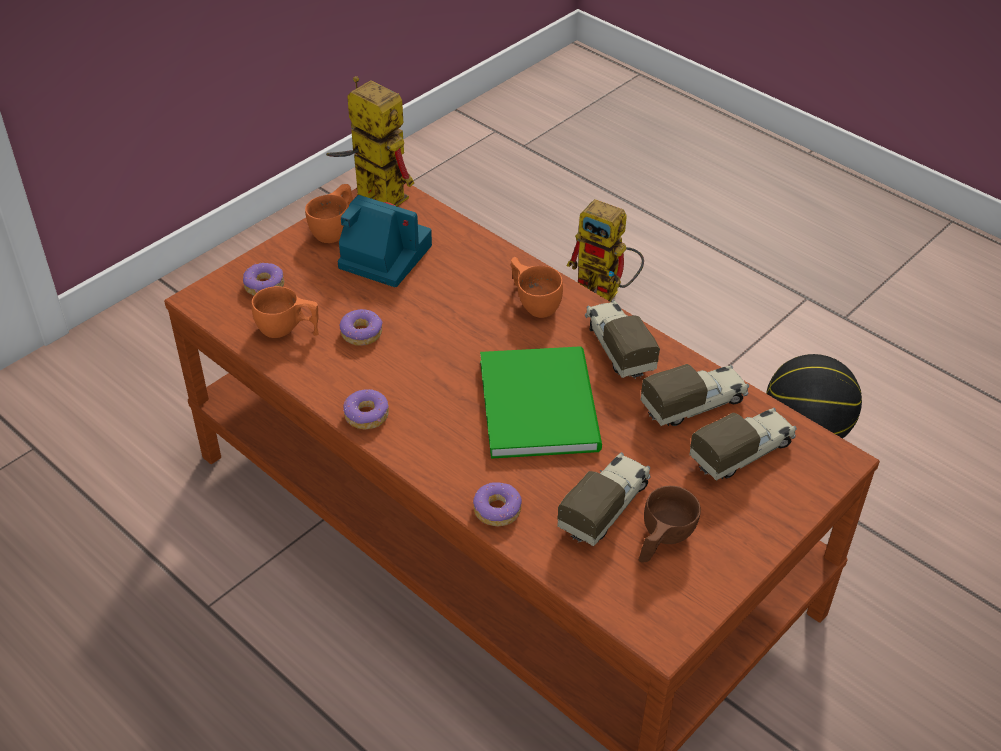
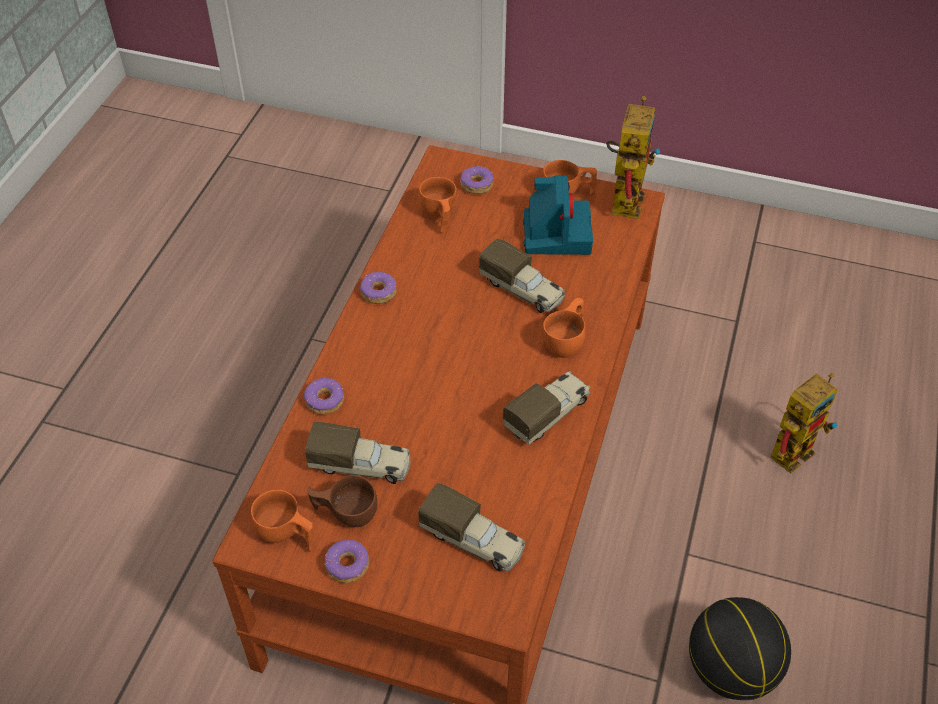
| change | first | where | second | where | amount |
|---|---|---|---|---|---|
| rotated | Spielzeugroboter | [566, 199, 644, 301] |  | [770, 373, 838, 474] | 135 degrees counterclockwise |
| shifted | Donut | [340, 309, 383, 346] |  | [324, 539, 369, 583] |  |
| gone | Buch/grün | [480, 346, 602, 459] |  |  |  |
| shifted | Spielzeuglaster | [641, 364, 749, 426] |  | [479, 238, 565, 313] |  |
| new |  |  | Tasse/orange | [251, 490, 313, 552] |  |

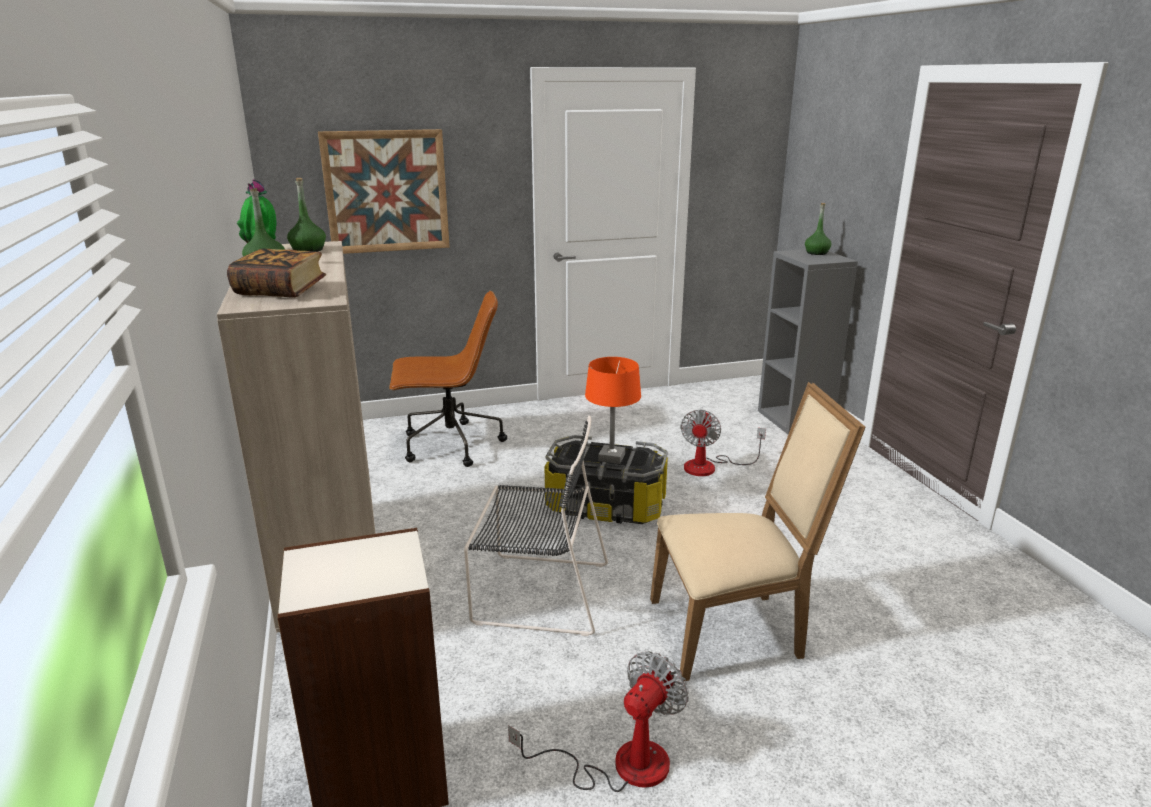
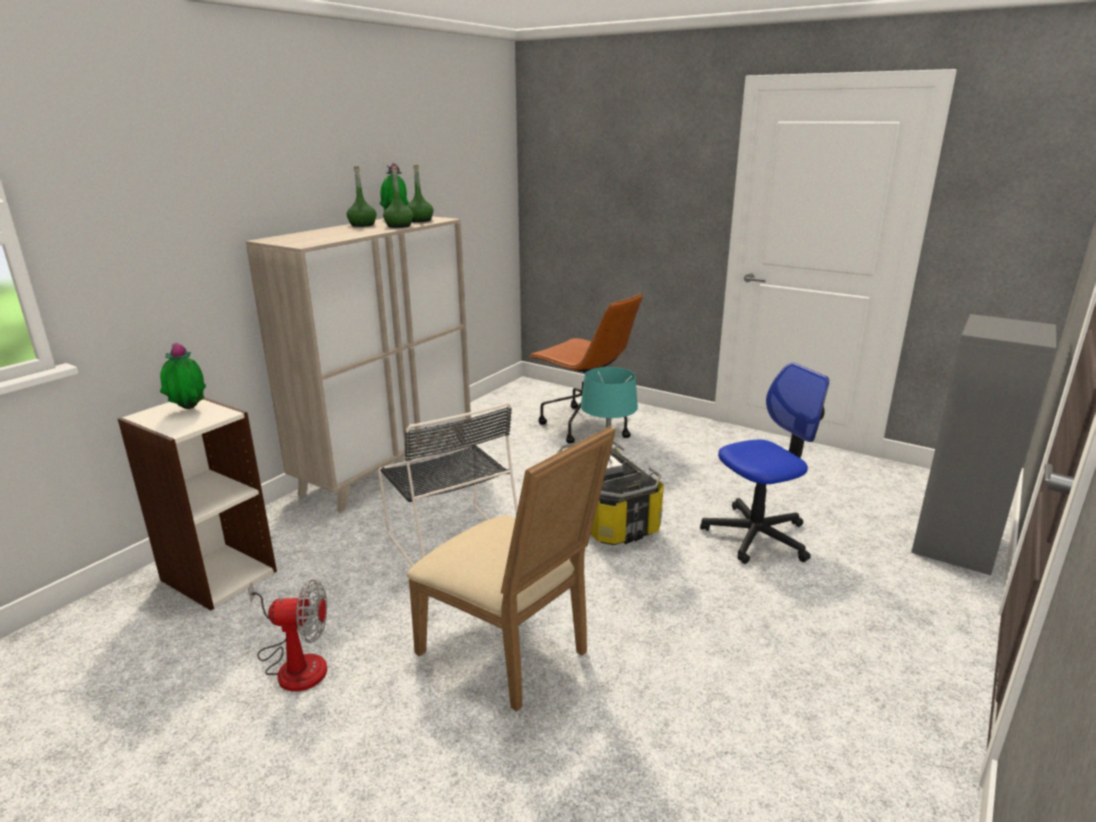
| change | first | where | second | where | amount |
|---|---|---|---|---|---|
| gone | Bild | [318, 129, 450, 254] |  |  |  |
| shifted | Flasche/grün | [805, 203, 832, 255] |  | [383, 167, 413, 228] |  |
| gone | Buch | [227, 248, 326, 298] |  |  |  |
| repainted | Tischlampe/orange | [585, 357, 641, 464] | Tischlampe/türkis | [581, 367, 638, 476] |  |
| swapped | Ventilator | [680, 410, 766, 476] | Bürostuhl | [700, 362, 829, 564] |  |
| new |  |  | Topfpflanze | [160, 343, 206, 409] |  |

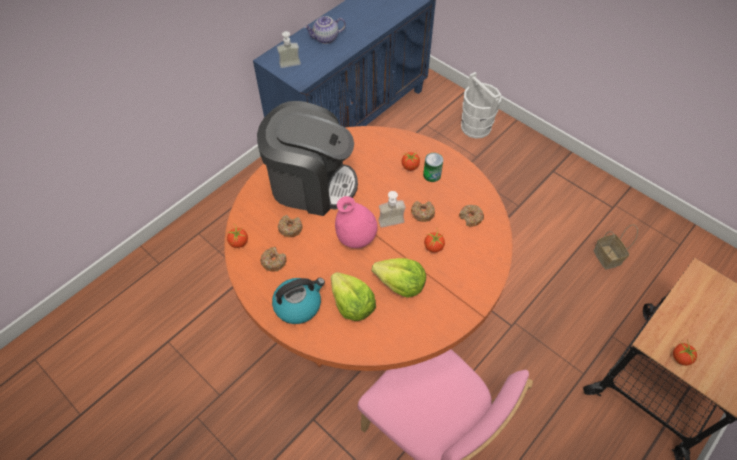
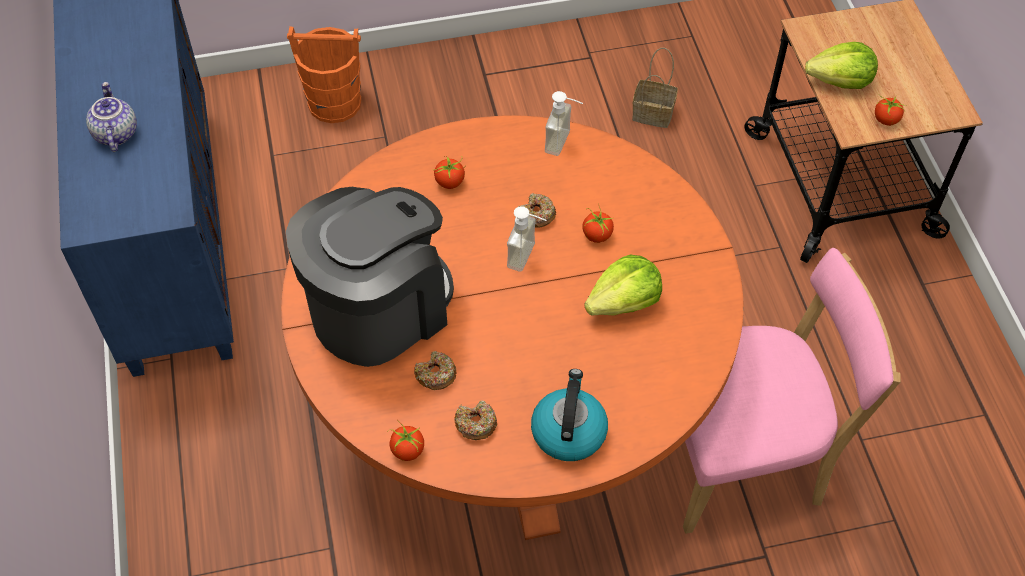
| change | first | where | second | where | amount |
|---|---|---|---|---|---|
| rotated | Teekanne | [304, 16, 346, 44] |  | [86, 82, 137, 152] | 150 degrees clockwise |
| shifted | Seifenspender | [277, 31, 301, 68] |  | [545, 91, 583, 156] |  |
| repainted | Eimer/weiß | [461, 72, 501, 139] | Eimer/orange | [287, 26, 361, 123] |  |
| gone | Dose | [423, 153, 443, 182] |  |  |  |
| gone | Vase/rosa | [335, 196, 378, 248] |  |  |  |
| gone | Donut | [459, 205, 484, 227] |  |  |  |
| shifted | Salatkopf | [331, 272, 376, 321] |  | [805, 42, 878, 89] |  |

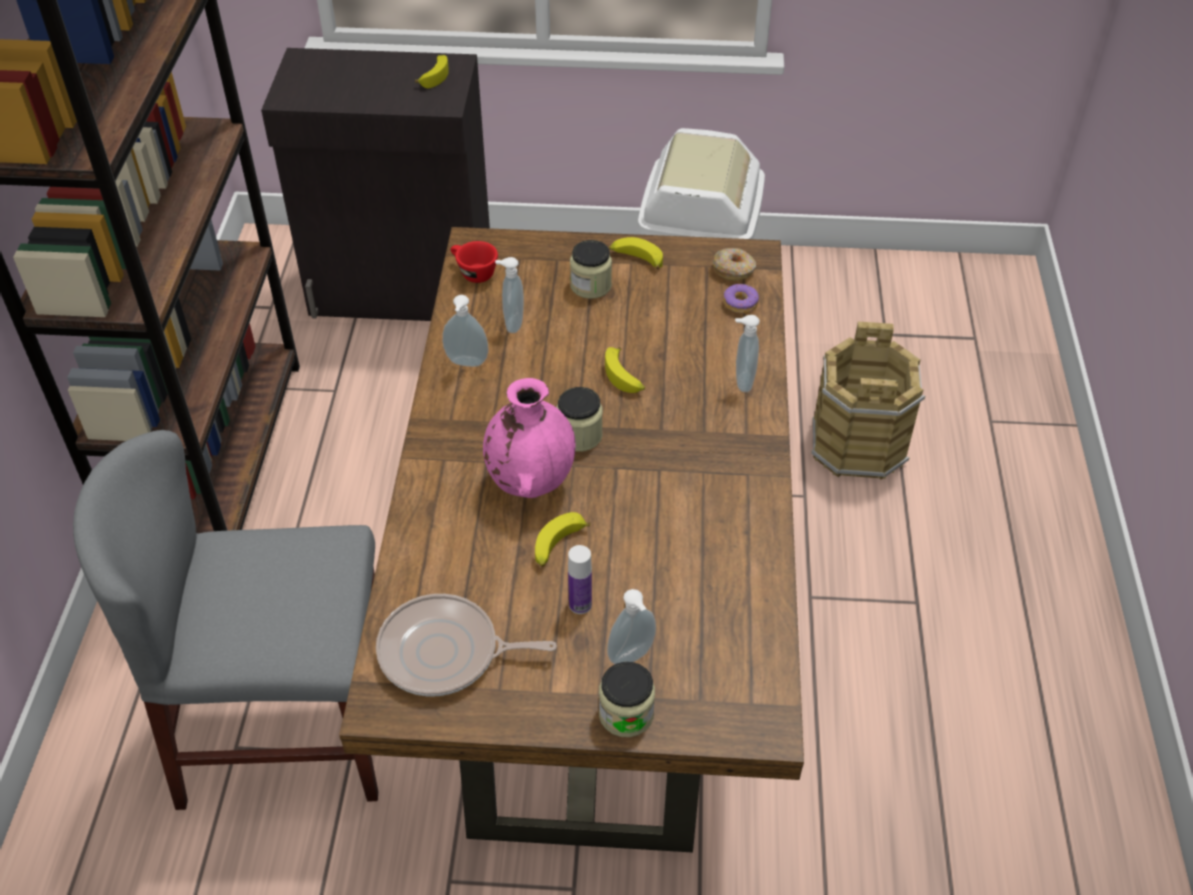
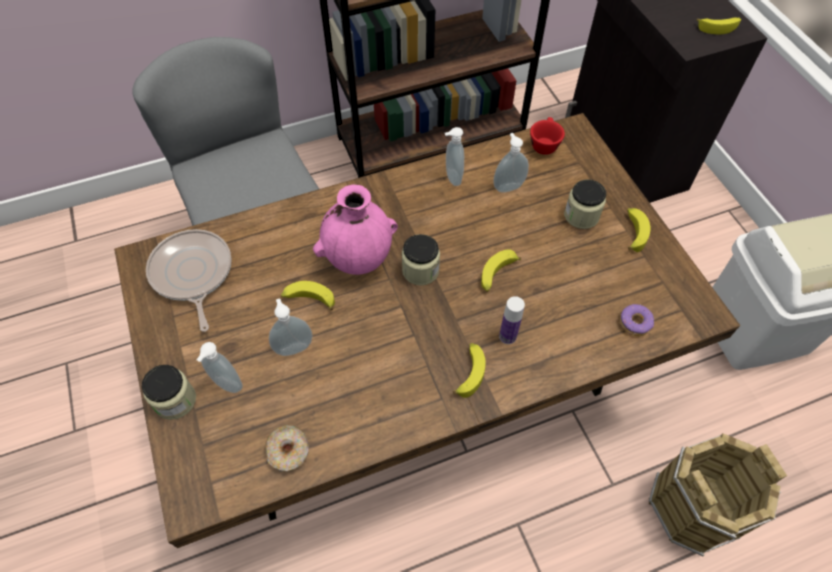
| change | first | where | second | where | amount |
|---|---|---|---|---|---|
| shifted | Donut | [712, 248, 756, 281] |  | [265, 425, 309, 472] |  |
| shifted | Seifenspender | [735, 315, 760, 392] |  | [269, 298, 312, 356] |  |
| shifted | Flasche | [568, 545, 592, 614] |  | [499, 296, 525, 344] |  |
| new |  |  | Banane | [453, 343, 486, 398] |  |

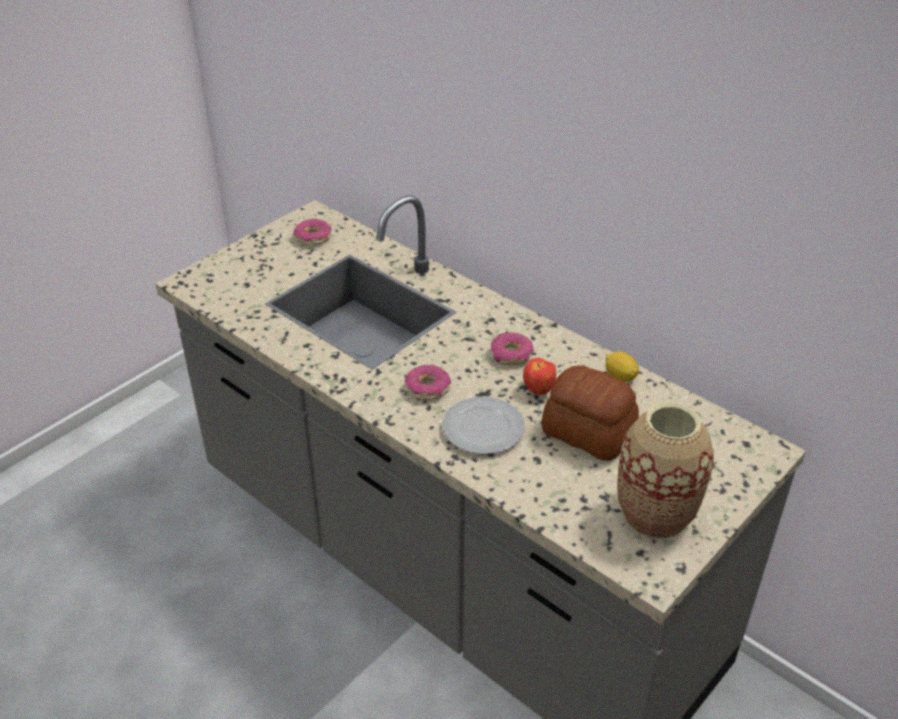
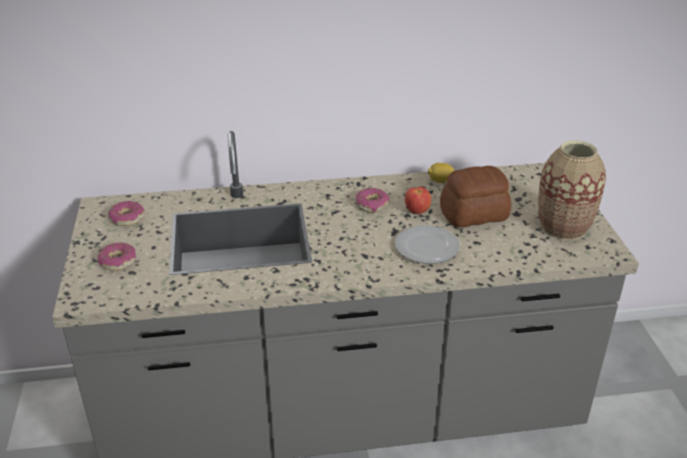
| change | first | where | second | where | amount |
|---|---|---|---|---|---|
| shifted | Donut | [404, 365, 451, 400] |  | [98, 242, 136, 271] |  |

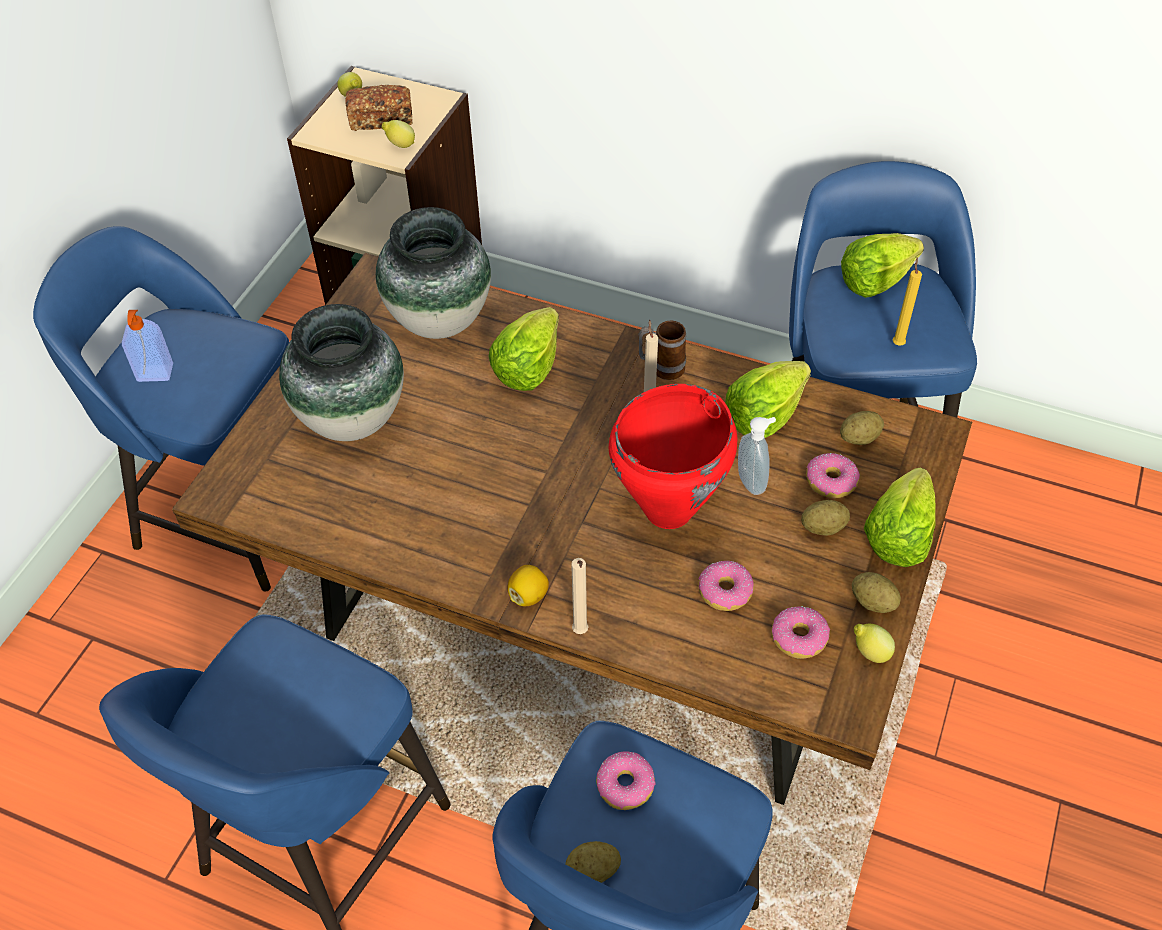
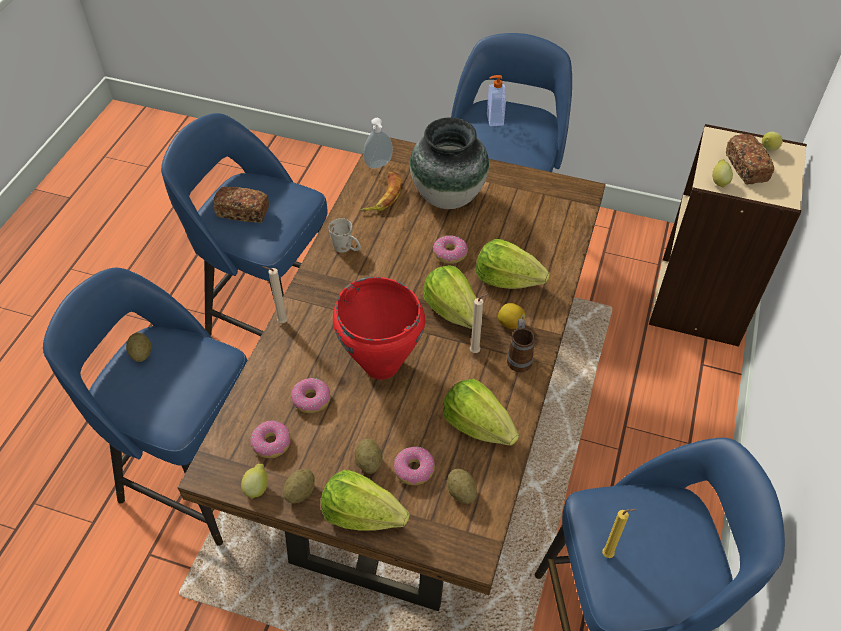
| change | first | where | second | where | amount |
|---|---|---|---|---|---|
| gone | Vase | [376, 207, 491, 339] |  |  |  |
| shifted | Salatkopf | [841, 233, 924, 298] |  | [423, 265, 482, 329] |  |
| shifted | Seifenspender | [738, 417, 776, 495] |  | [363, 118, 393, 169] |  |
| shifted | Zitrone | [507, 565, 549, 606] |  | [498, 303, 525, 329] |  |
| shifted | Donut | [596, 751, 656, 810] |  | [433, 235, 468, 264] |  |
| new |  |  | Banane | [360, 172, 401, 211] |  |
| new |  |  | Brot | [213, 186, 269, 223] |  |
| new |  |  | Henkelbecher/weiß | [328, 218, 361, 253] |  |

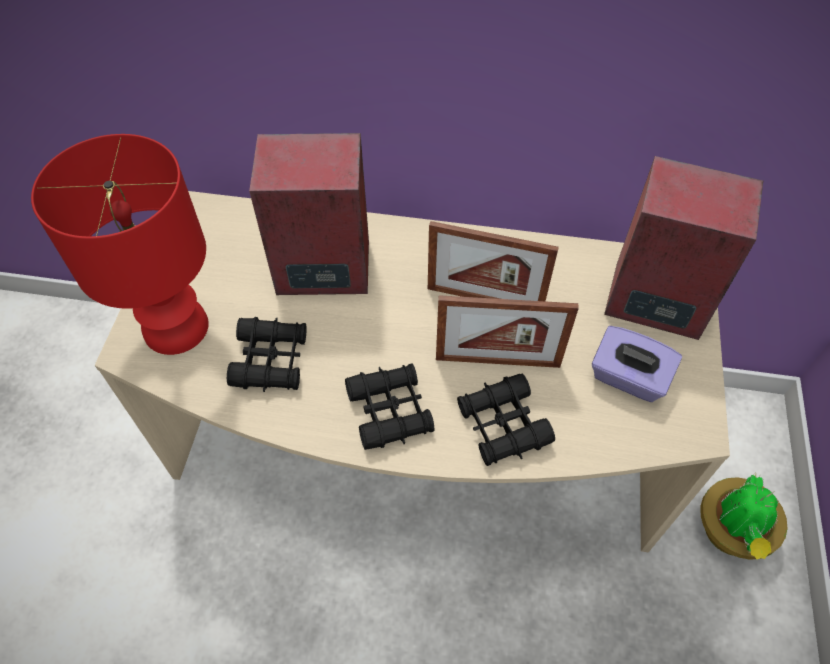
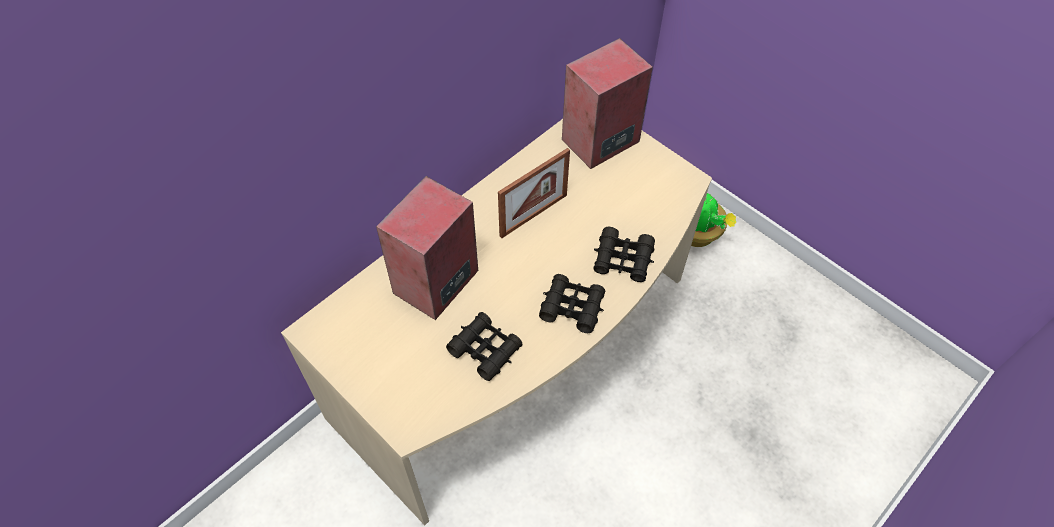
| change | first | where | second | where | amount |
|---|---|---|---|---|---|
| gone | Tischlampe/rot | [31, 134, 209, 355] |  |  |  |
| gone | Bilderrahmen | [436, 295, 579, 368] |  |  |  |
| gone | Taschentuchbox/lila | [592, 326, 682, 402] |  |  |  |

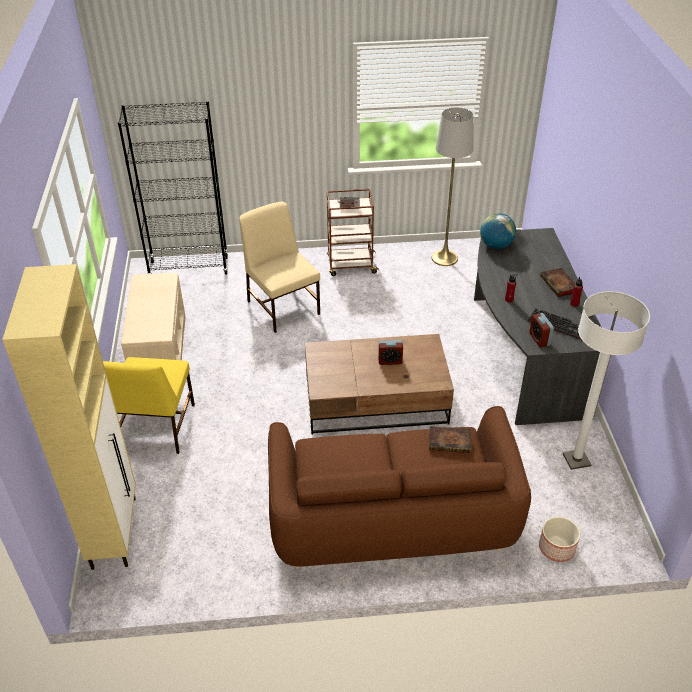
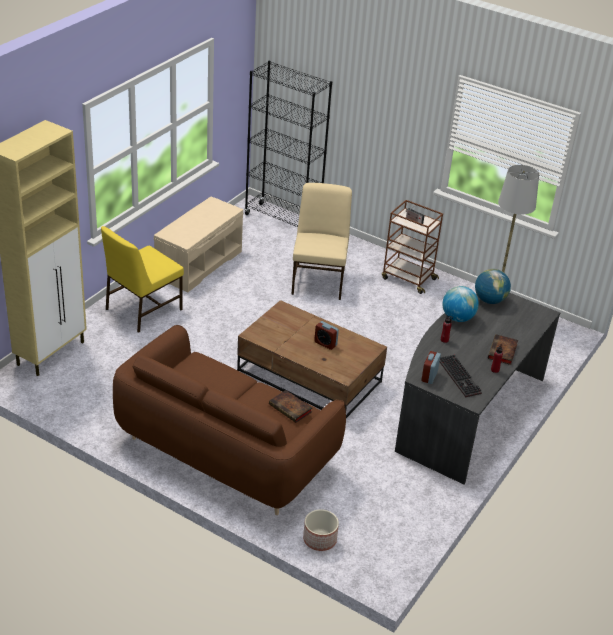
| change | first | where | second | where | amount |
|---|---|---|---|---|---|
| gone | Stehlampe/weiß | [563, 291, 650, 470] |  |  |  |
| new |  |  | Globus | [443, 286, 479, 322] |  |

